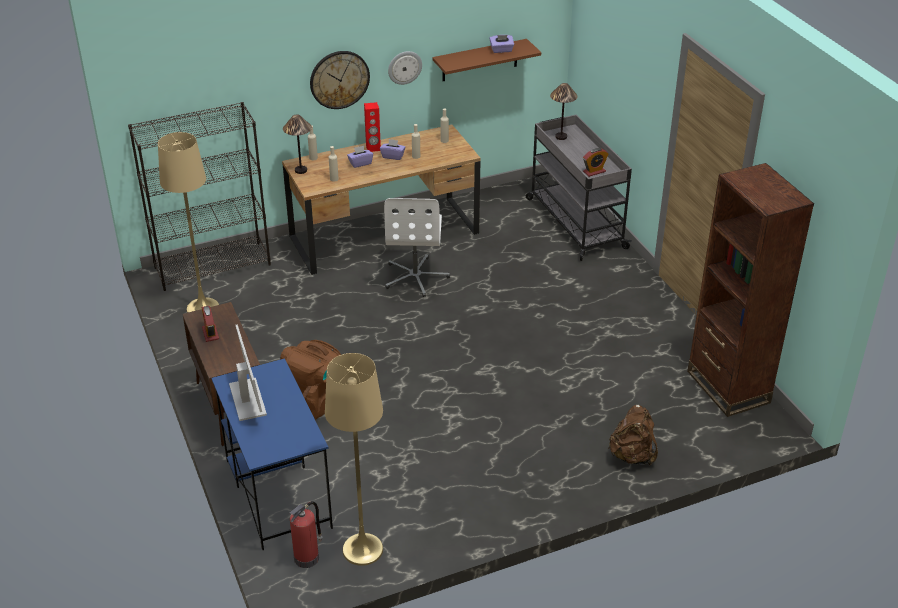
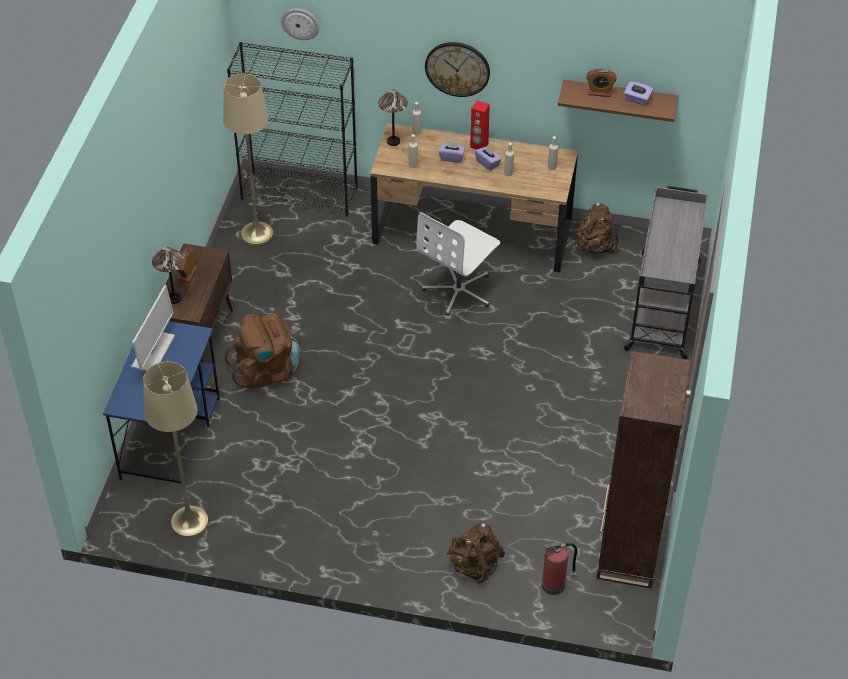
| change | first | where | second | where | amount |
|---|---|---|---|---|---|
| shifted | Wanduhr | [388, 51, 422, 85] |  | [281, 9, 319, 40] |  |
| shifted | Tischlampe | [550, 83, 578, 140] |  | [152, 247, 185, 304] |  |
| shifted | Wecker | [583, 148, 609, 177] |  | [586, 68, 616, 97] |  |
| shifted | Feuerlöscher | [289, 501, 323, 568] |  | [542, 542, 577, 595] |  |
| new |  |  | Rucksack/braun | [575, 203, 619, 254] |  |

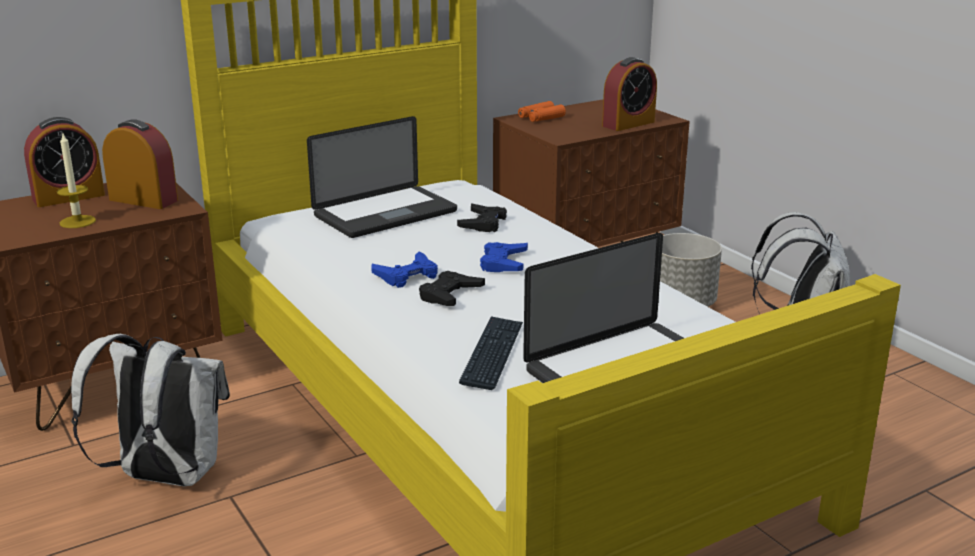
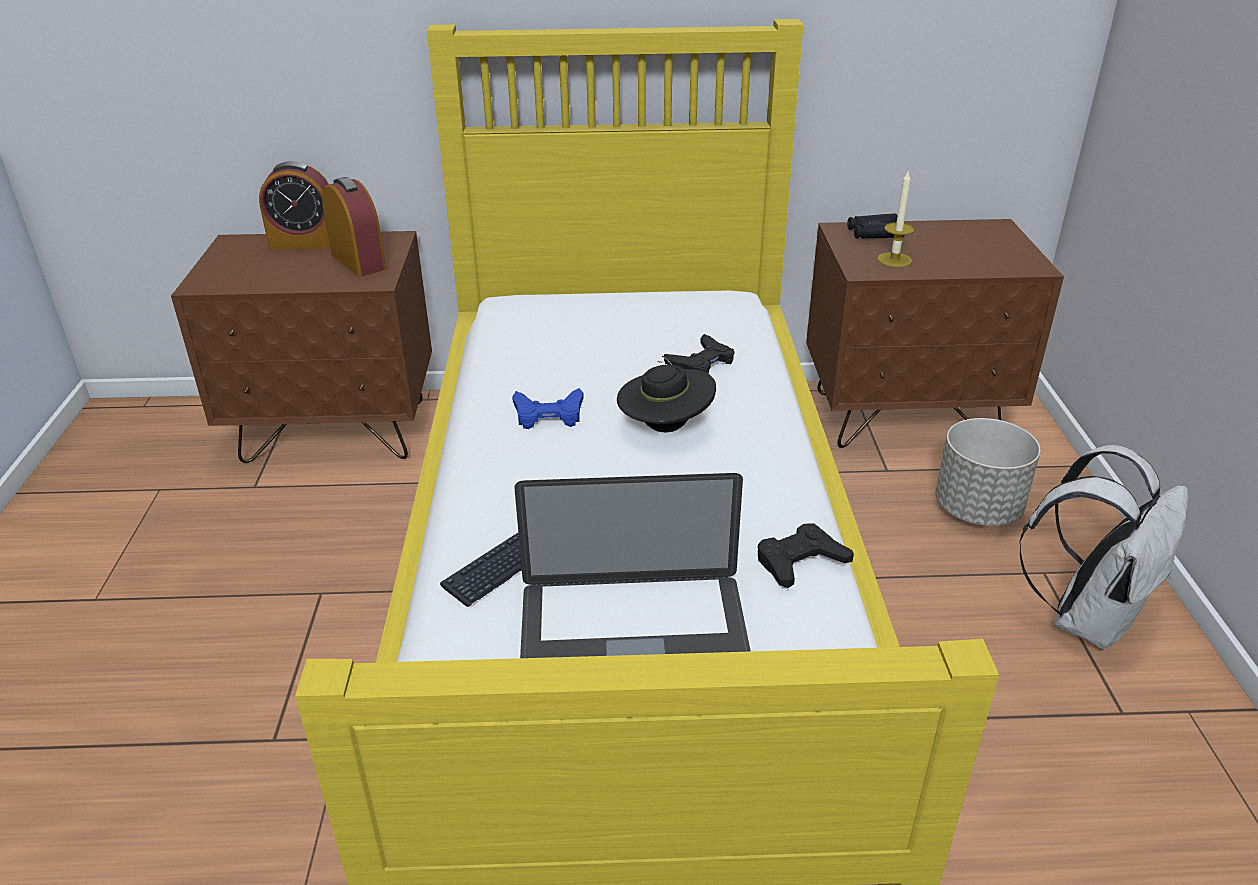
| change | first | where | second | where | amount |
|---|---|---|---|---|---|
| gone | Wecker | [602, 57, 657, 131] |  |  |  |
| repainted | Fernglas/orange | [518, 101, 566, 122] | Fernglas/schwarz | [847, 213, 905, 239] |  |
| gone | Laptop | [307, 116, 457, 238] |  |  |  |
| shifted | Kerze | [57, 134, 96, 228] |  | [877, 171, 915, 267] |  |
| swapped | Gamepad/blau | [480, 242, 528, 272] | Hut/schwarz | [617, 356, 716, 432] |  |
| shifted | Gamepad/schwarz | [419, 271, 485, 306] |  | [758, 523, 854, 588] |  |
| gone | Rucksack/weiß | [71, 334, 230, 486] |  |  |  |

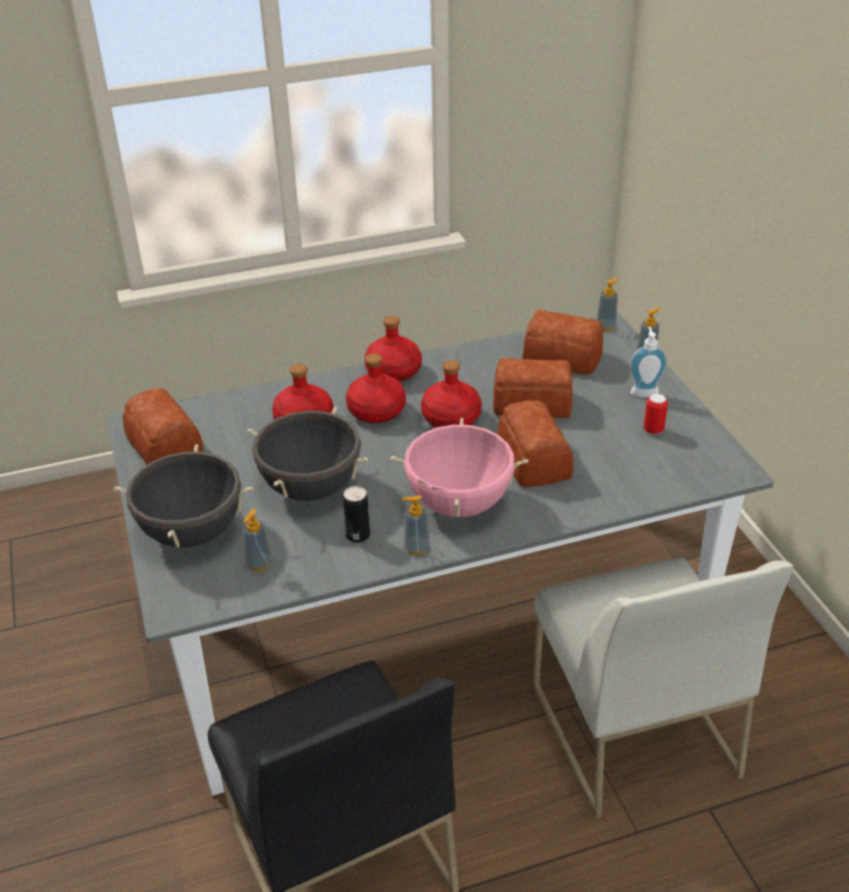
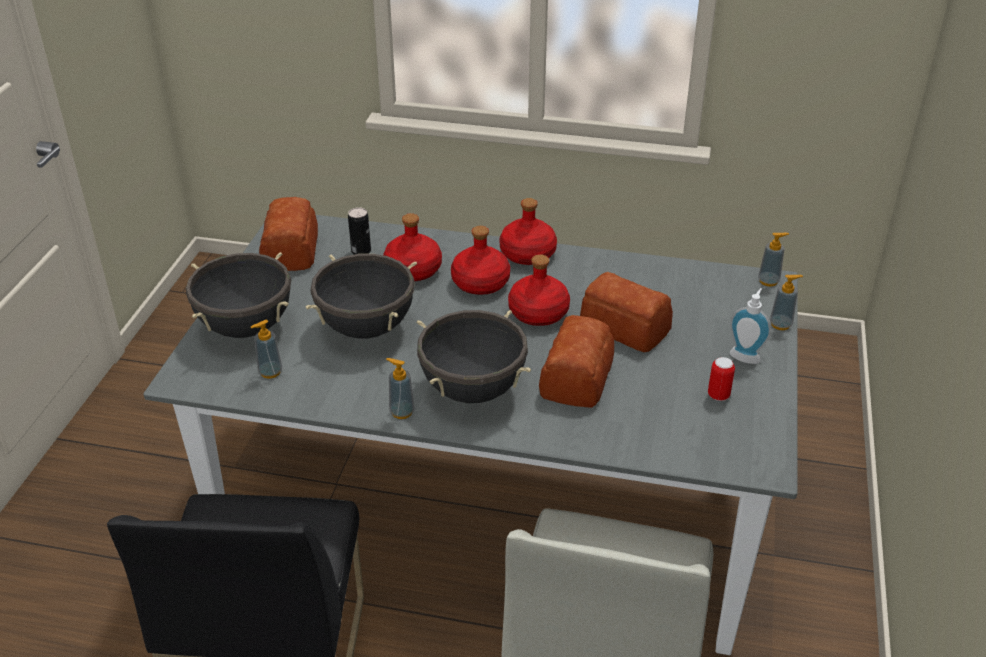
| change | first | where | second | where | amount |
|---|---|---|---|---|---|
| gone | Brot | [522, 309, 603, 375] |  |  |  |
| repainted | Kochtopf/rosa | [391, 418, 528, 517] | Kochtopf/schwarz | [417, 310, 531, 403] |  |
| shifted | Dose | [343, 486, 370, 543] |  | [348, 207, 371, 255] |  |

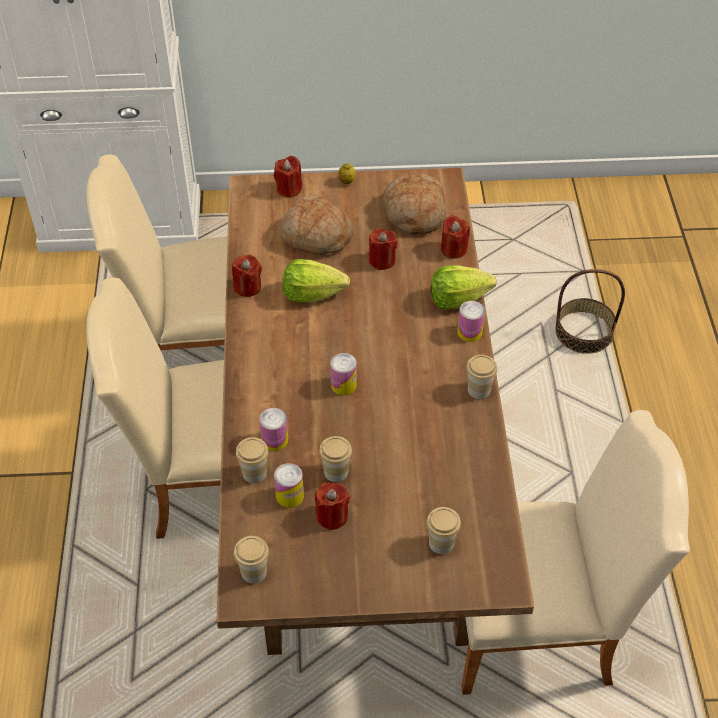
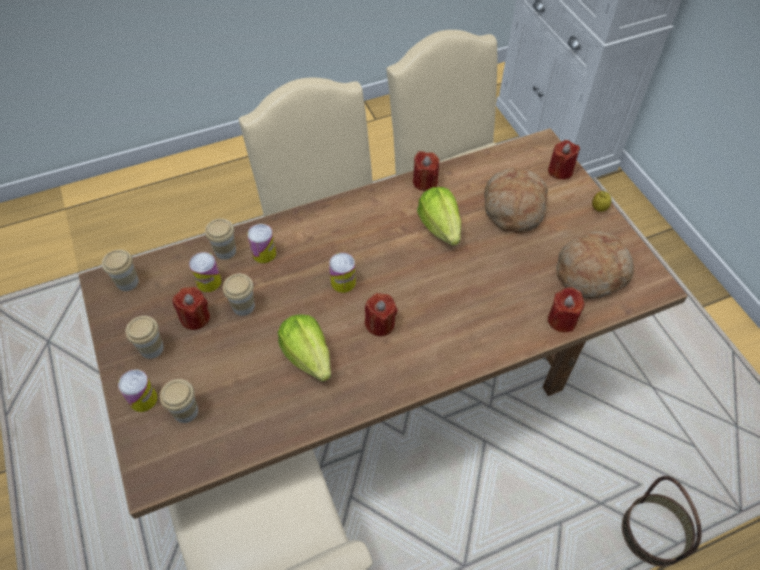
| change | first | where | second | where | amount |
|---|---|---|---|---|---|
| shifted | Kerze/rot | [369, 228, 397, 270] |  | [365, 293, 398, 336] |  |
| shifted | Salatkopf | [431, 265, 497, 309] |  | [278, 315, 331, 381] |  |
| shifted | Dose | [457, 301, 485, 342] |  | [118, 369, 158, 412] |  |
| shifted | Tasse | [466, 355, 497, 399] |  | [126, 316, 164, 359] |  |

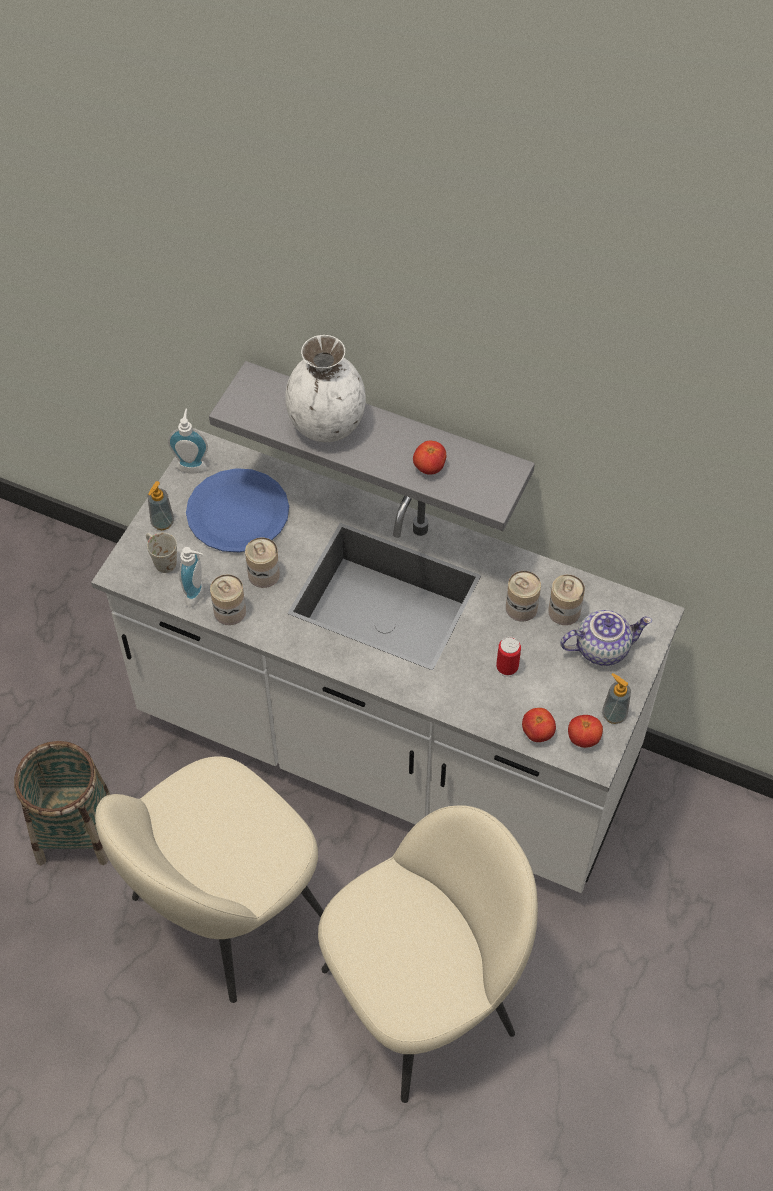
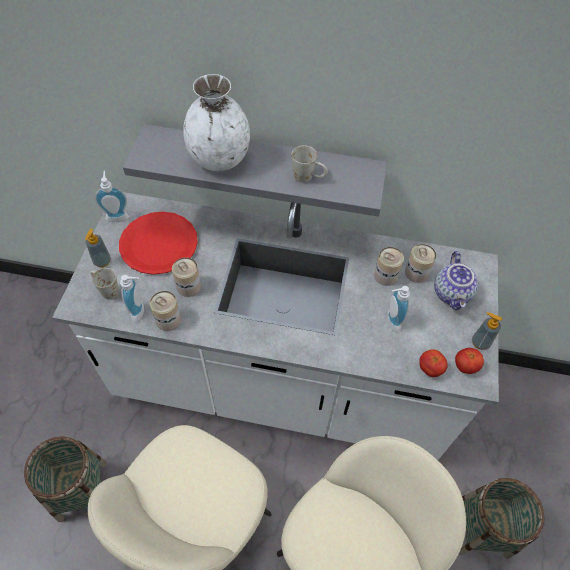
| change | first | where | second | where | amount |
|---|---|---|---|---|---|
| swapped | Tomate | [413, 441, 446, 475] | Henkelbecher/weiß | [291, 145, 328, 182] |  |
| repainted | Teller/blau | [186, 468, 289, 552] | Teller/rot | [119, 212, 198, 275] |  |
| rotated | Teekanne | [560, 610, 652, 666] |  | [434, 251, 478, 310] | 120 degrees clockwise |
| swapped | Dose | [496, 637, 521, 677] | Seifenspender | [387, 286, 410, 332] |  |
| new |  |  | Korb | [459, 478, 544, 559] |  |

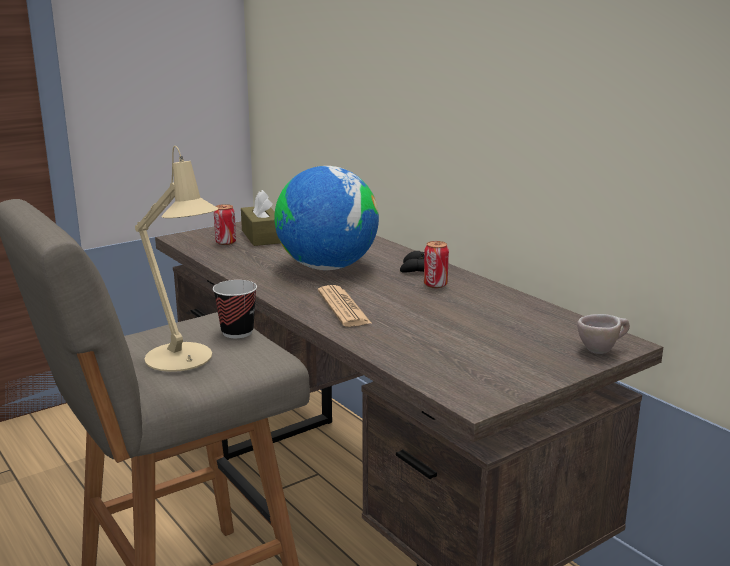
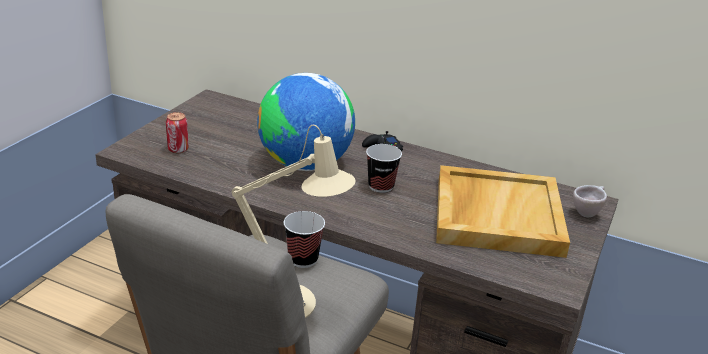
| change | first | where | second | where | amount |
|---|---|---|---|---|---|
| gone | Taschentuchbox/braun | [241, 190, 281, 246] |  |  |  |
| gone | Dose | [424, 241, 449, 288] |  |  |  |
| gone | Zeitung | [318, 285, 371, 327] |  |  |  |
| new |  |  | Tasse | [366, 144, 402, 193] |  |
| new |  |  | Tablett/beige | [436, 165, 570, 258] |  |

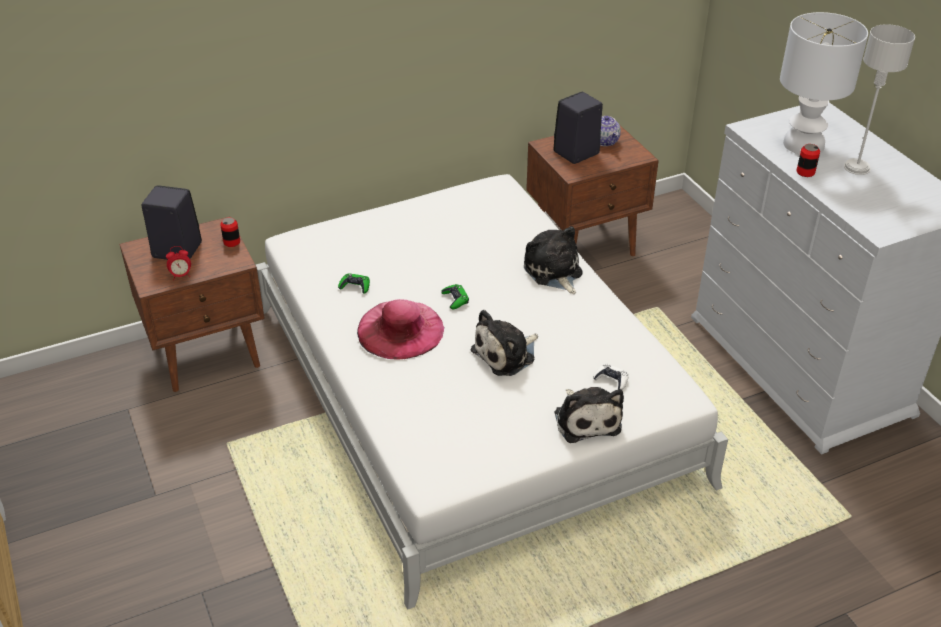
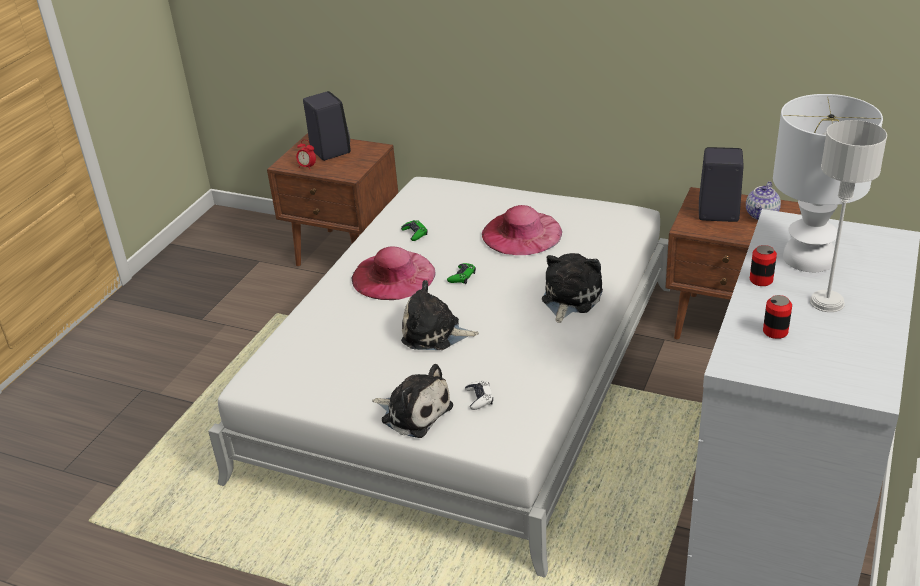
| change | first | where | second | where | amount |
|---|---|---|---|---|---|
| shifted | Dose | [220, 218, 240, 247] |  | [763, 295, 792, 339] |  |
| rotated | Plüschtier | [554, 387, 624, 443] |  | [372, 364, 453, 438] | 90 degrees counterclockwise |
| new |  |  | Hut/rosa | [482, 205, 562, 255] |  |

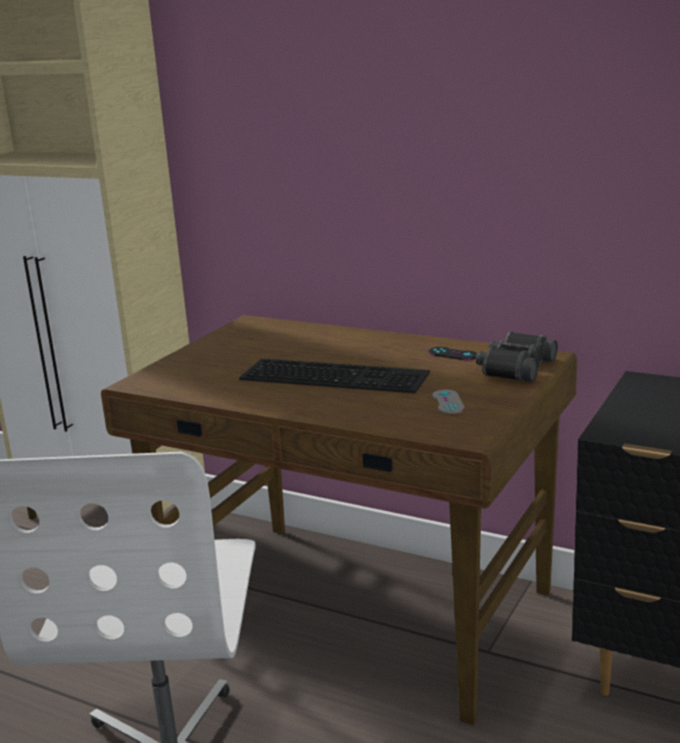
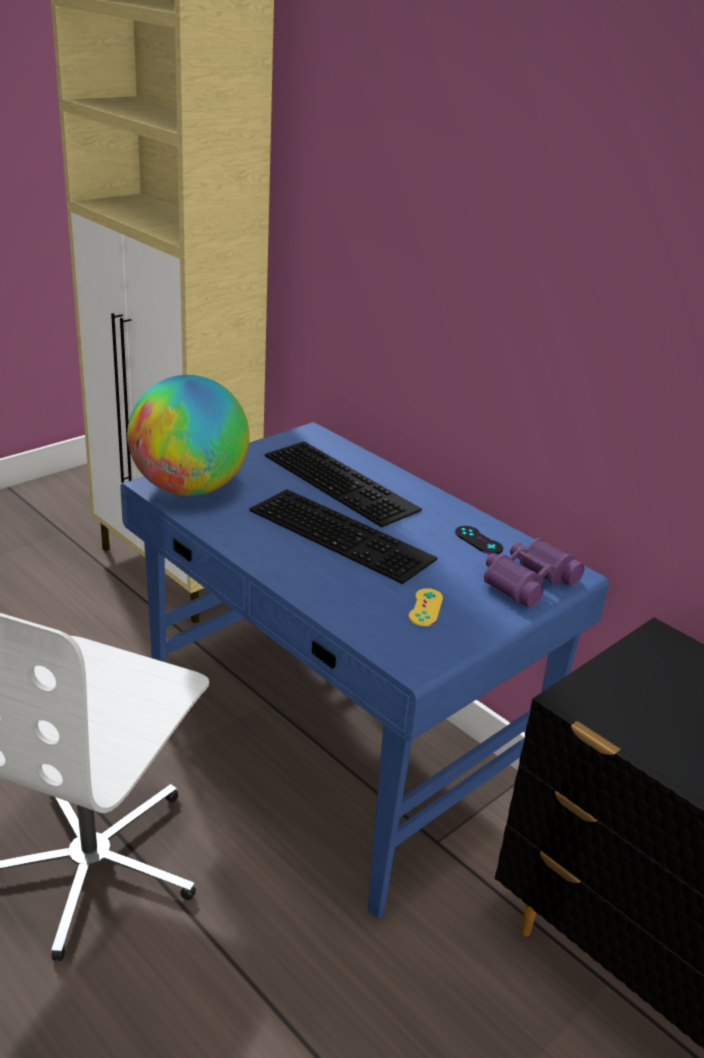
| change | first | where | second | where | amount |
|---|---|---|---|---|---|
| repainted | Schreibtisch/braun | [101, 315, 577, 726] | Schreibtisch/blau | [120, 422, 609, 919] |  |
| repainted | Fernglas/schwarz | [476, 331, 558, 382] | Fernglas/lila | [484, 538, 584, 608] |  |
| repainted | Gamepad/grau | [432, 390, 465, 414] | Gamepad/gelb | [409, 588, 443, 626] |  |
| new |  |  | Globus | [127, 375, 249, 496] |  |
| new |  |  | Tastatur | [265, 441, 422, 528] |  |

